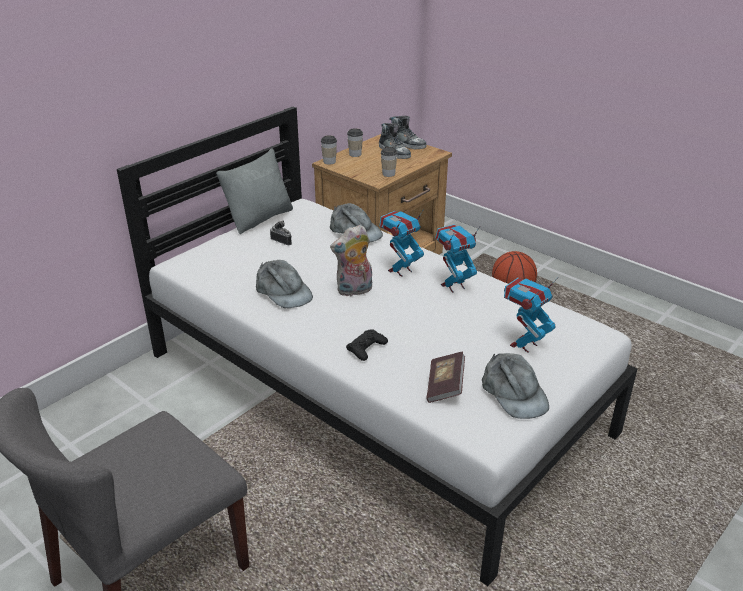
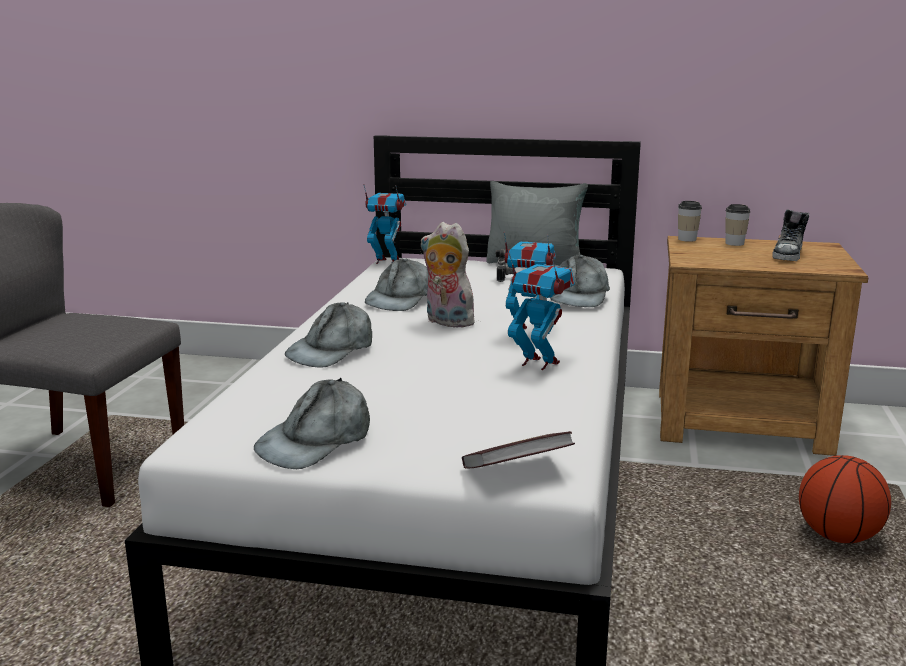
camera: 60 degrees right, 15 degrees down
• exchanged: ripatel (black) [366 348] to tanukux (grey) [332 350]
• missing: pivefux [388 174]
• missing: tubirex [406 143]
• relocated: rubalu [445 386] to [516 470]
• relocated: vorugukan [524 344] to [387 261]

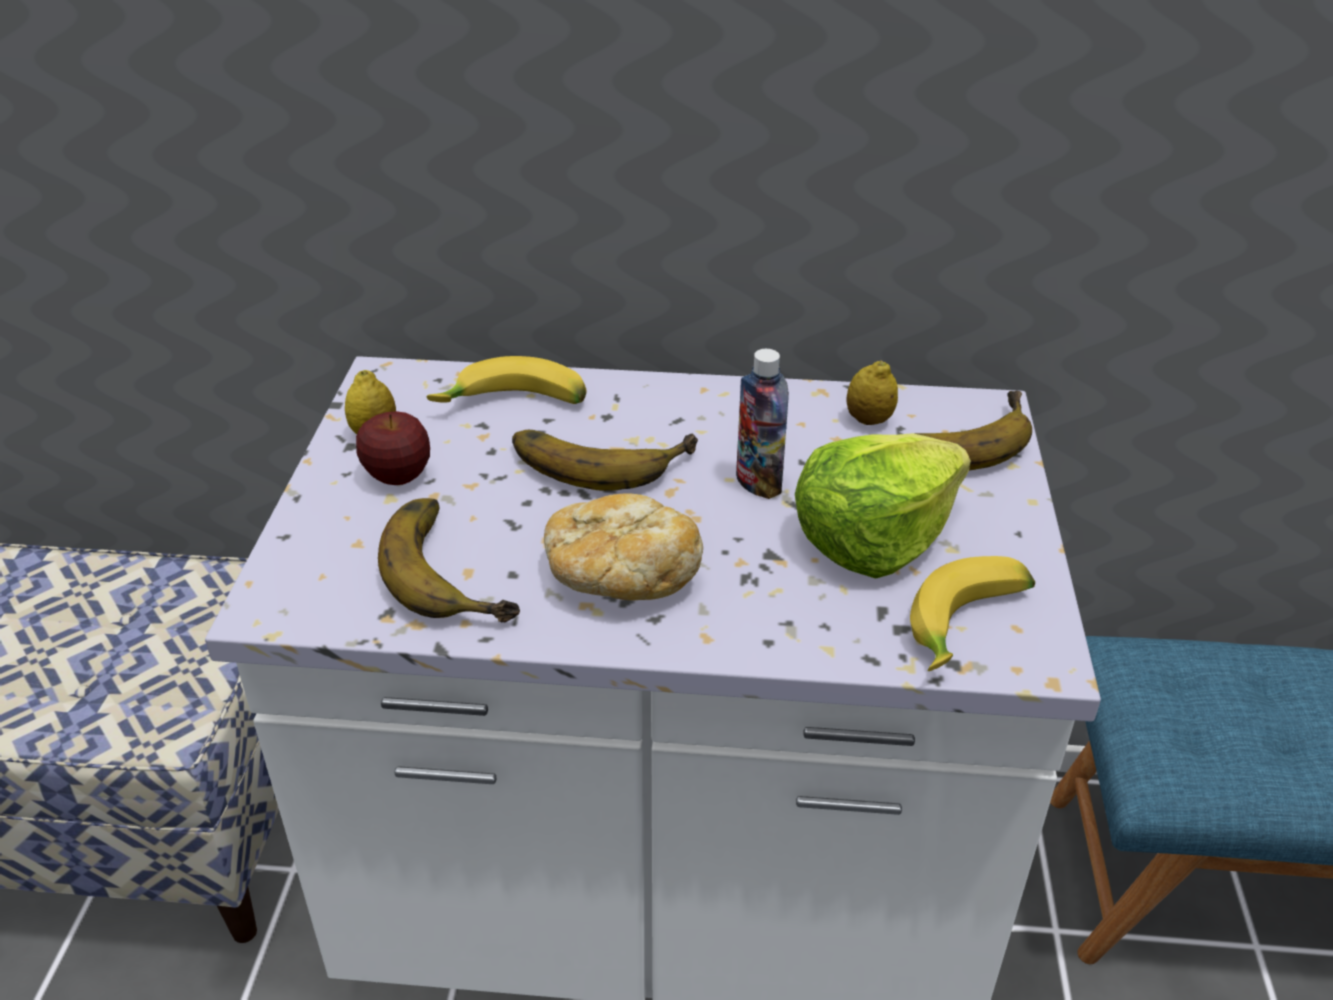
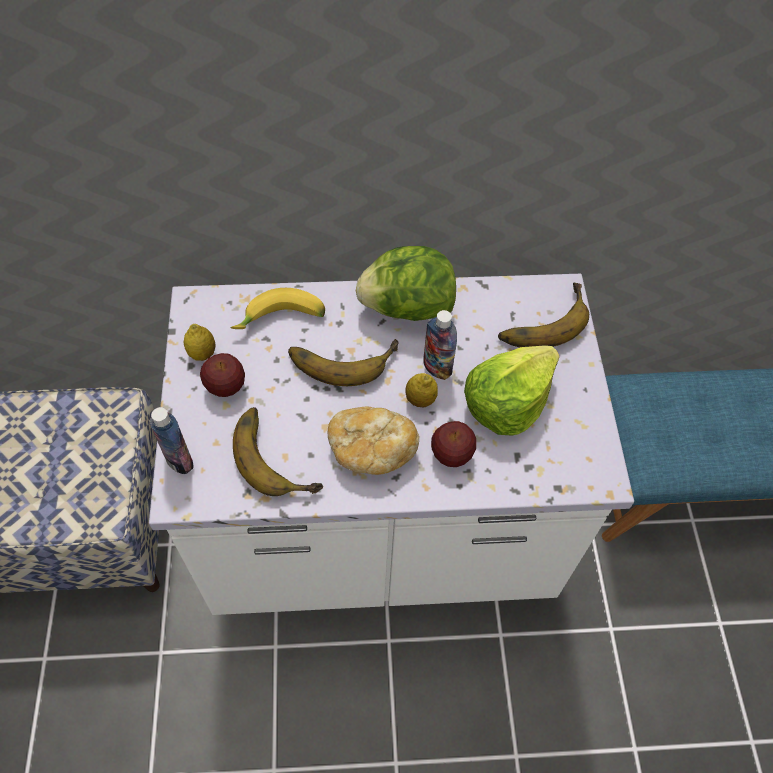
camera: 10 degrees left, 20 degrees up
• relocated: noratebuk [869 420] to [420 400]
• missing: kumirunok [969 628]
• appeared: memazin [179 460]
• appeared: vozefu [407 308]
• appeared: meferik [452 454]

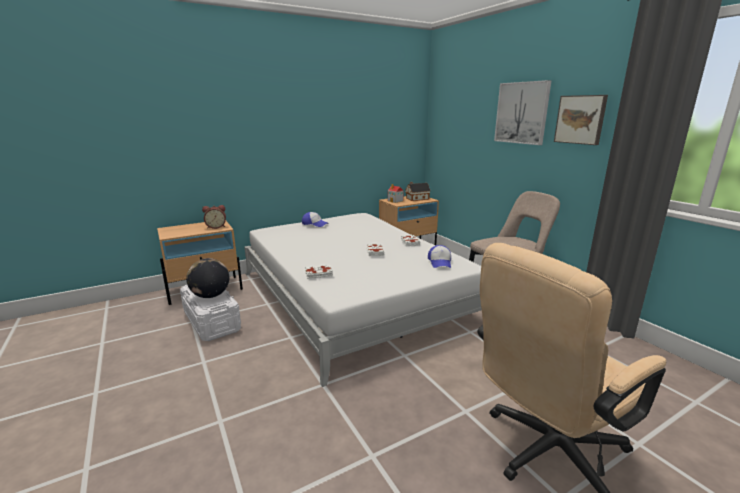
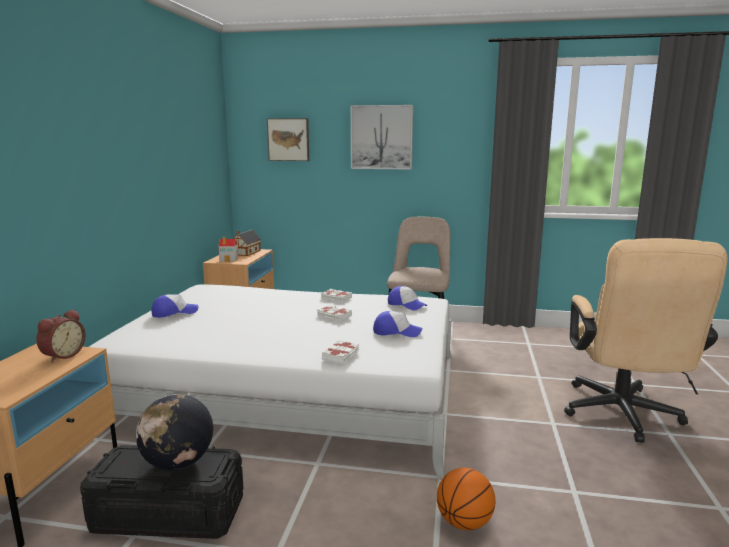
camera: 50 degrees left, 5 degrees down
• colour: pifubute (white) [211 321] to pifubute (black) [169 514]
• relocated: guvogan [580 119] to [289 139]
• appeared: tanukux [396 332]
• appeared: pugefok [464 522]

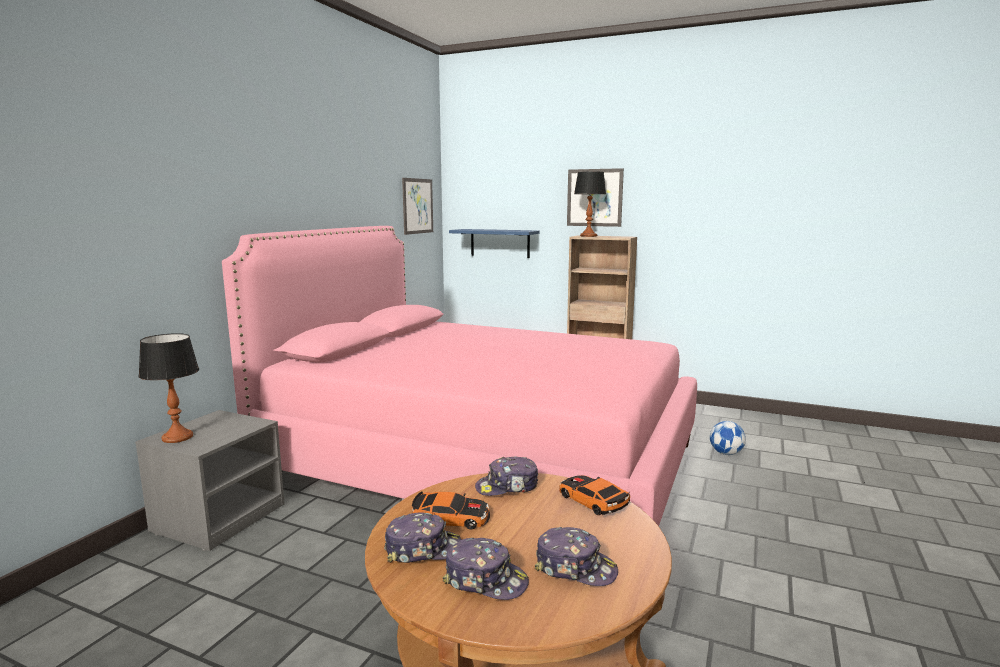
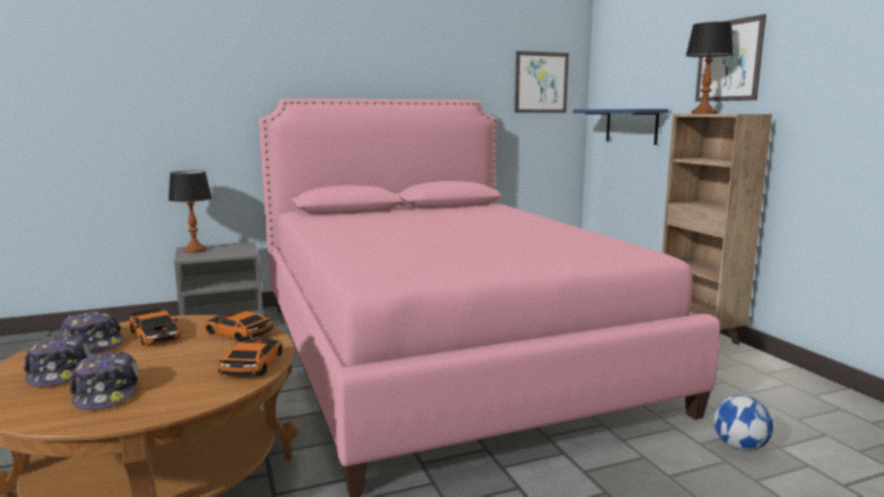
camera: 45 degrees right, 0 degrees up
• exchanged: tanukux [507 487] to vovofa [238 333]

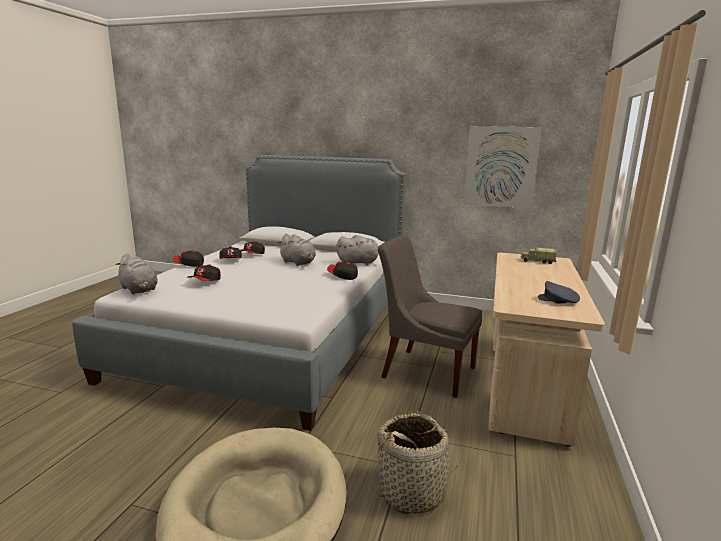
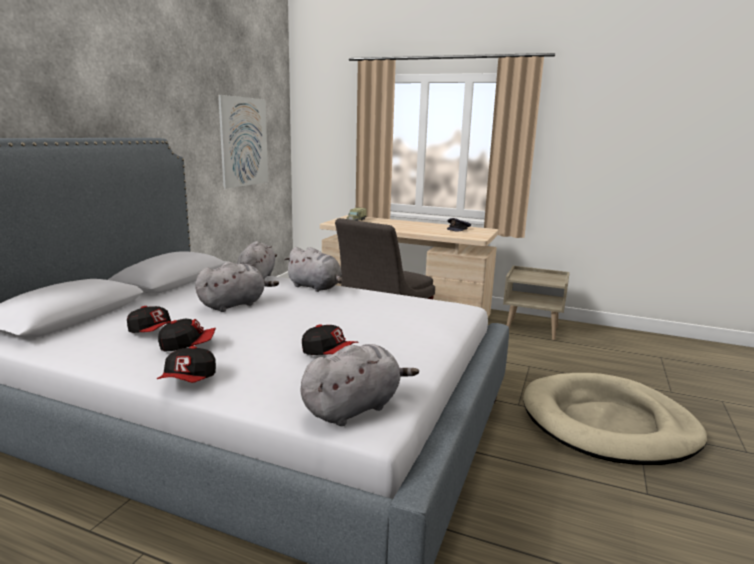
camera: 85 degrees left, 0 degrees up
• exchanged: tanukux [342 276] to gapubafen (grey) [316 287]
• missing: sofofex [412 491]
• appeared: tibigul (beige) [532 329]

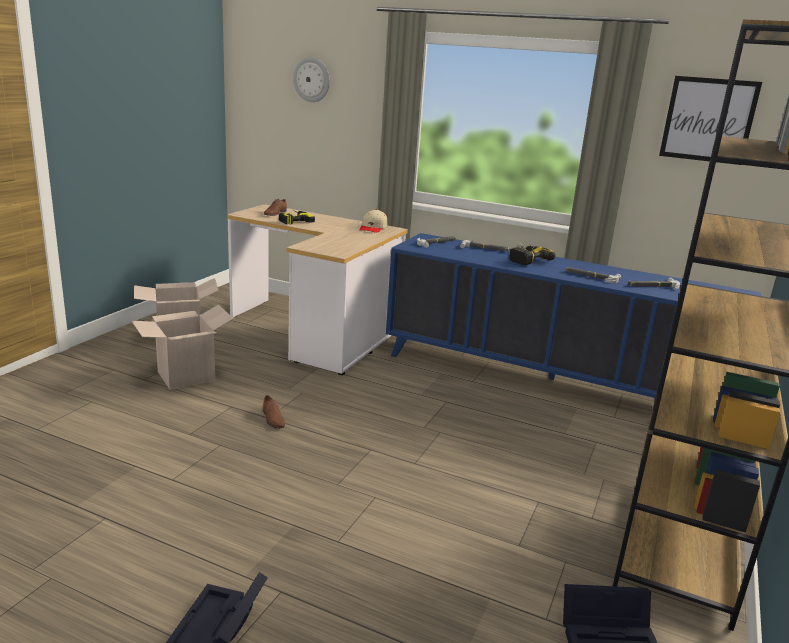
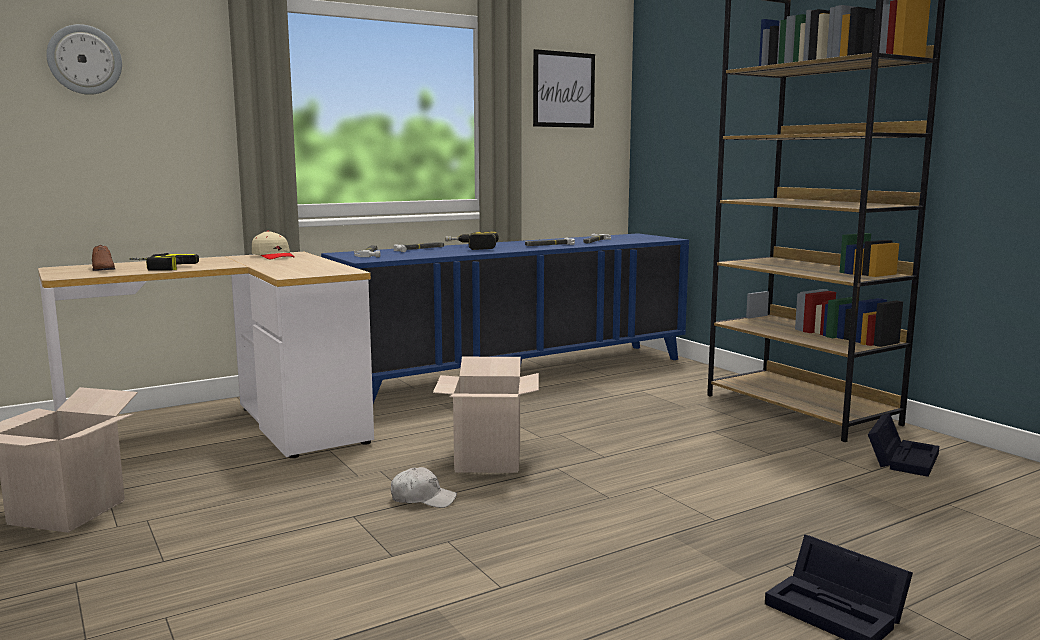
camera: 55 degrees left, 10 degrees down
• relocated: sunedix [186 376] to [488 460]
• exchanged: tubirex (brown) [272 418] to tanukux (white) [423 499]

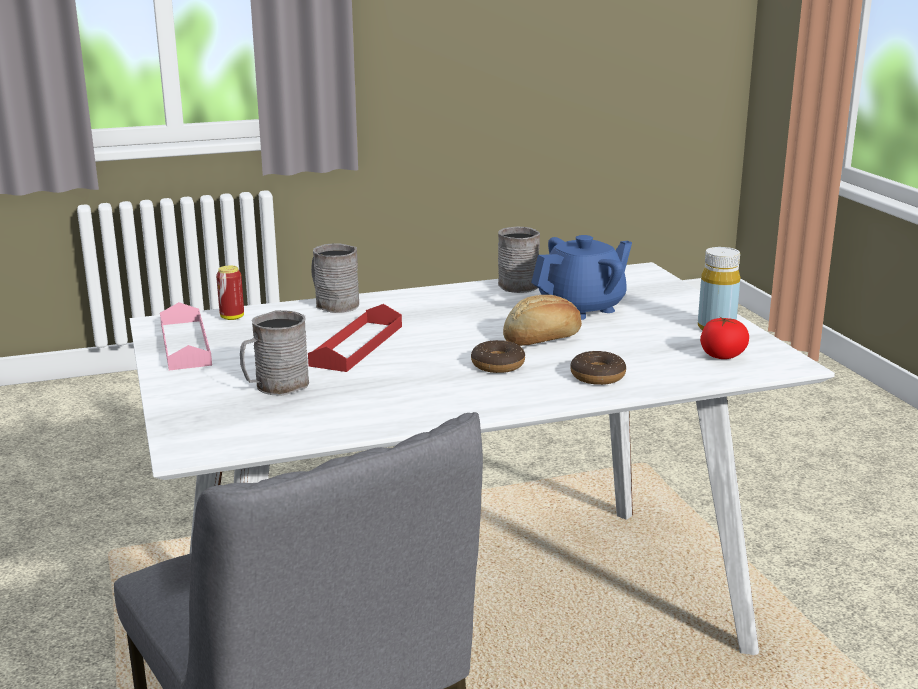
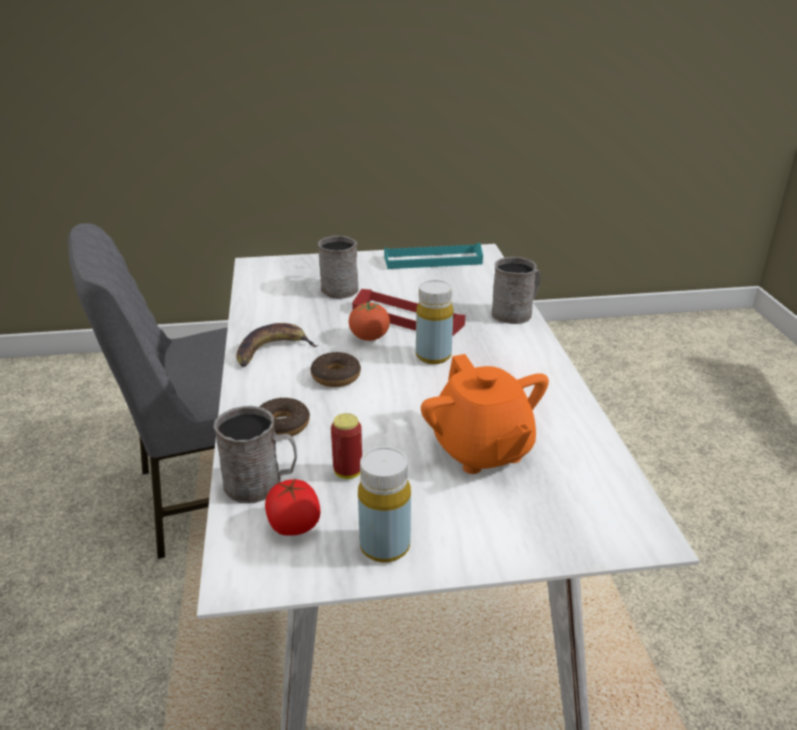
camera: 100 degrees right, 10 degrees up
• colour: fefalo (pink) [185 344] to fefalo (turquoise) [432 260]
• relocated: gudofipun [232 317] to [348 472]
• relocated: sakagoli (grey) [516 284] to [261 484]
• missing: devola [543 339]
• colour: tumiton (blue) [582 308] to tumiton (orange) [482 450]
• appeared: kumirunok [272 350]
• appeared: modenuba [369 338]
• appeared: memazin (yellow) [433 356]

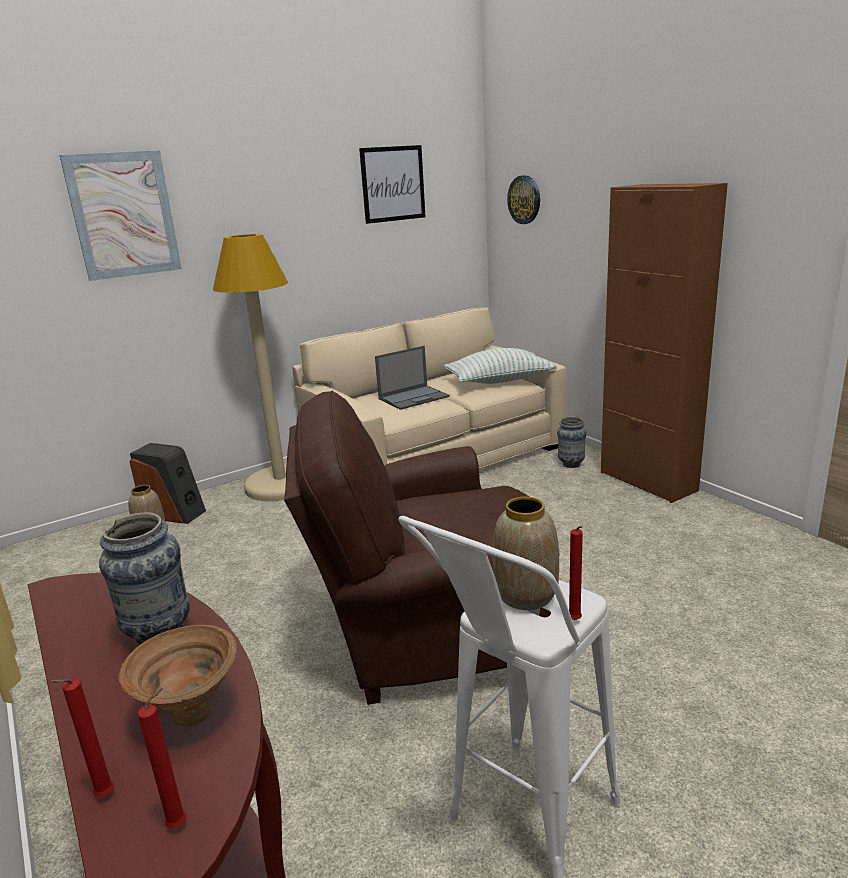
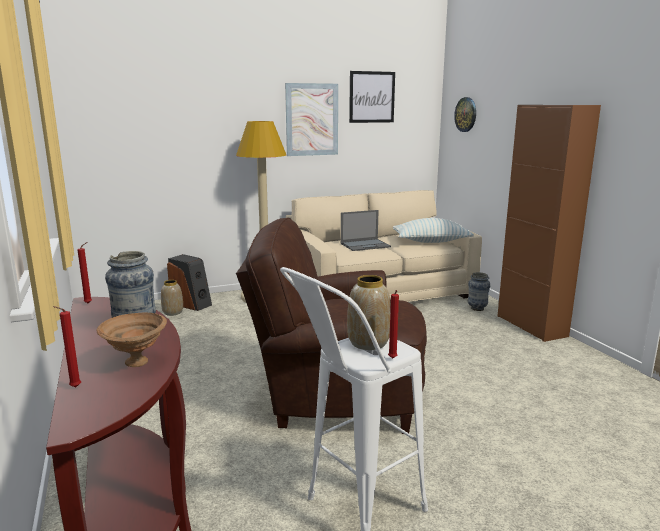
camera: 10 degrees right, 5 degrees down
• relocated: guvogan [123 215] to [312 119]
• relocated: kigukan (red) [181 824] to [89 303]

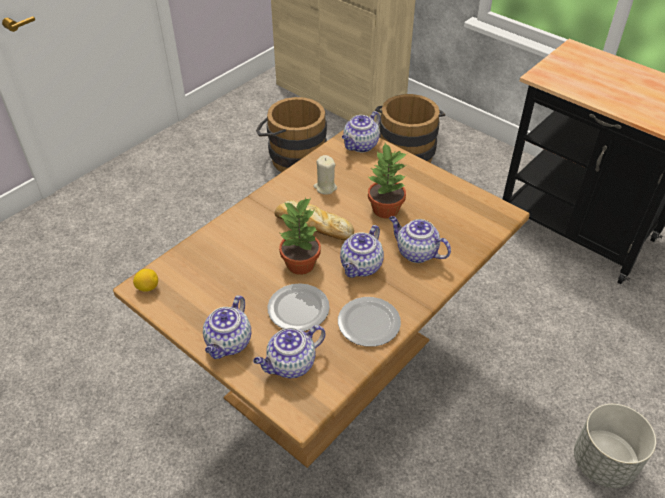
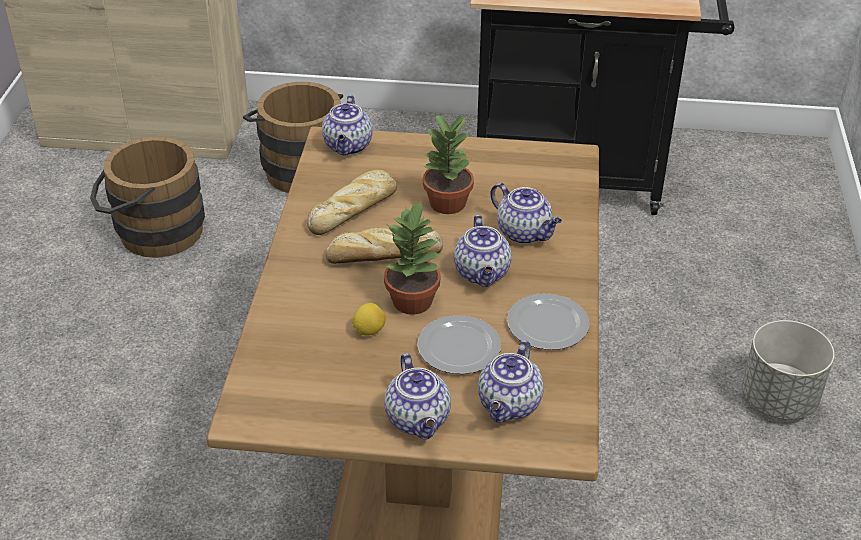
camera: 35 degrees left, 5 degrees down
• relocated: noratebuk [147 287] to [369 330]
• exchanged: kigukan (beige) [325 187] to devola [354 208]
• spun: tumiton [416 252] = [525 233] 135 degrees counterclockwise

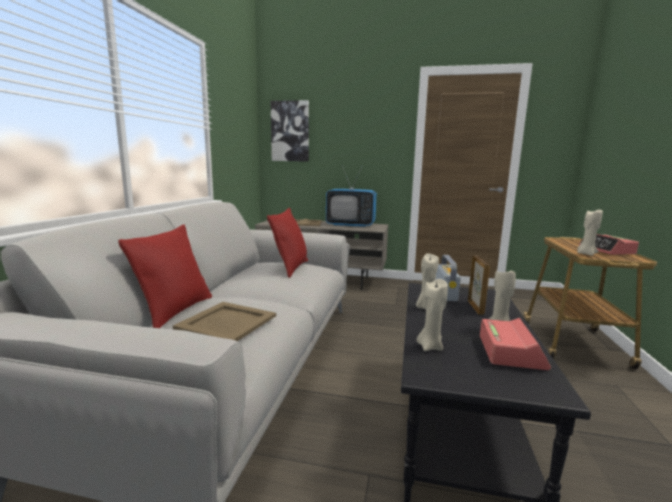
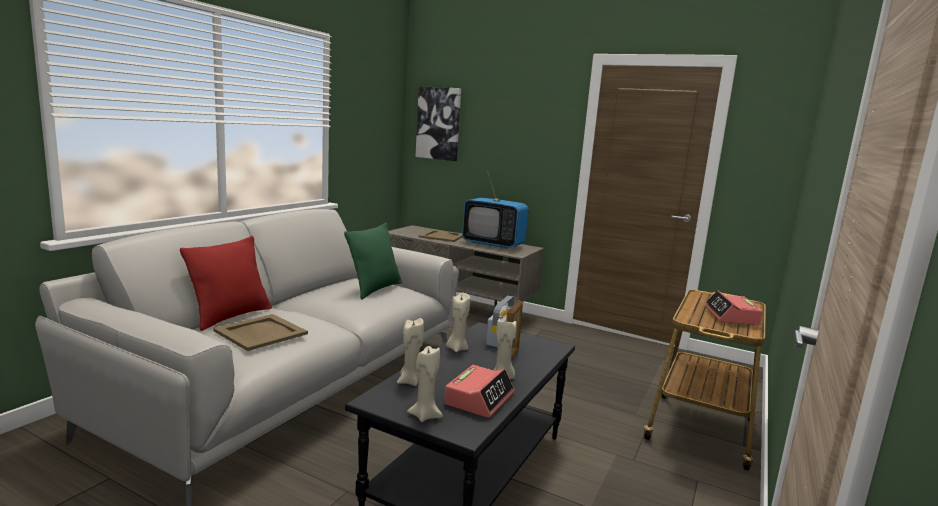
camera: 15 degrees right, 0 degrees up
• colour: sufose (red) [290 268] to sufose (green) [375 289]
• relocated: kigukan (beige) [586 254] to [425 416]

